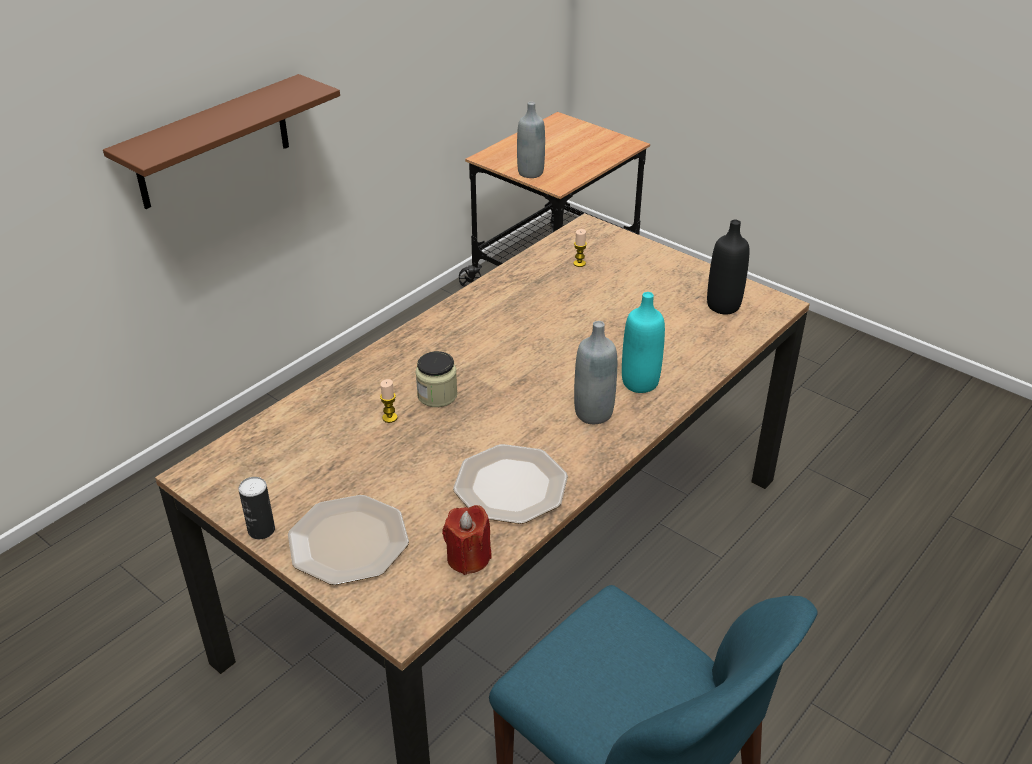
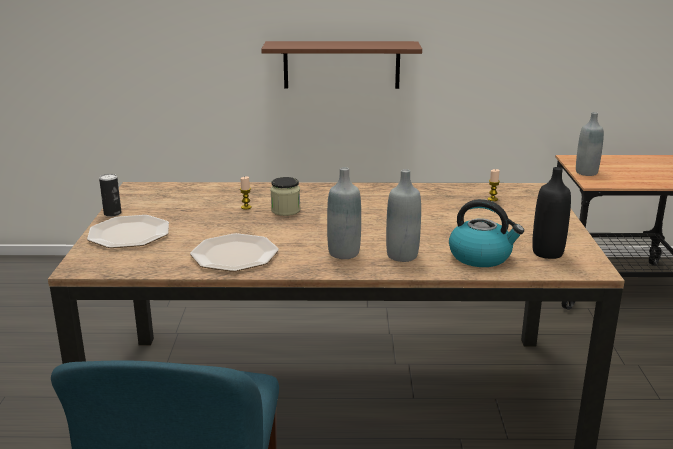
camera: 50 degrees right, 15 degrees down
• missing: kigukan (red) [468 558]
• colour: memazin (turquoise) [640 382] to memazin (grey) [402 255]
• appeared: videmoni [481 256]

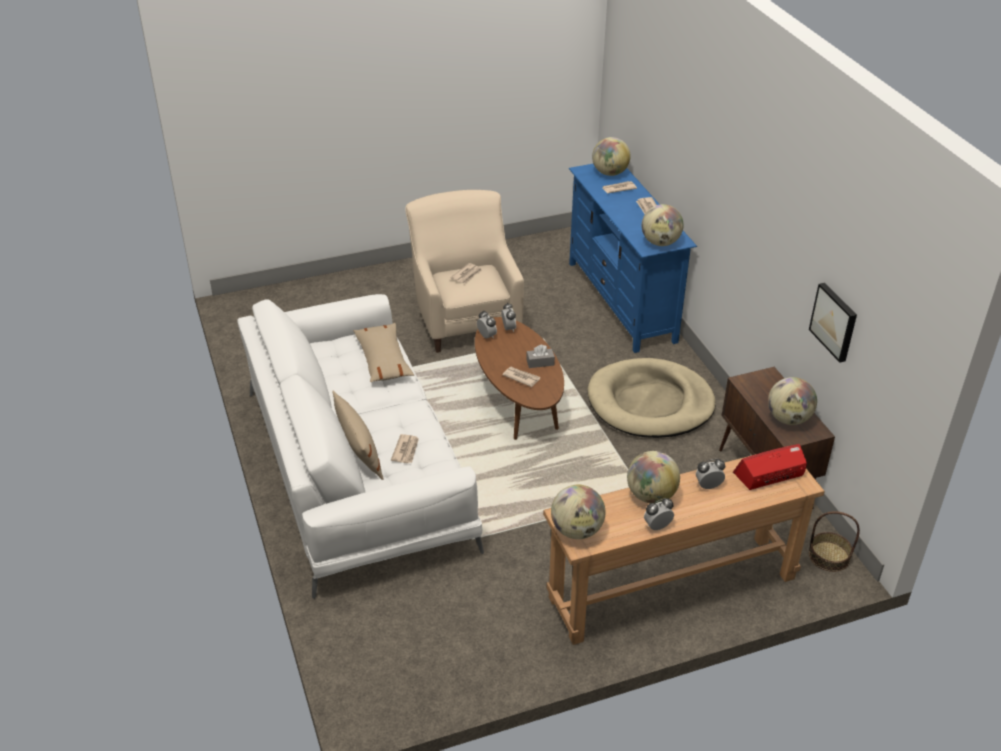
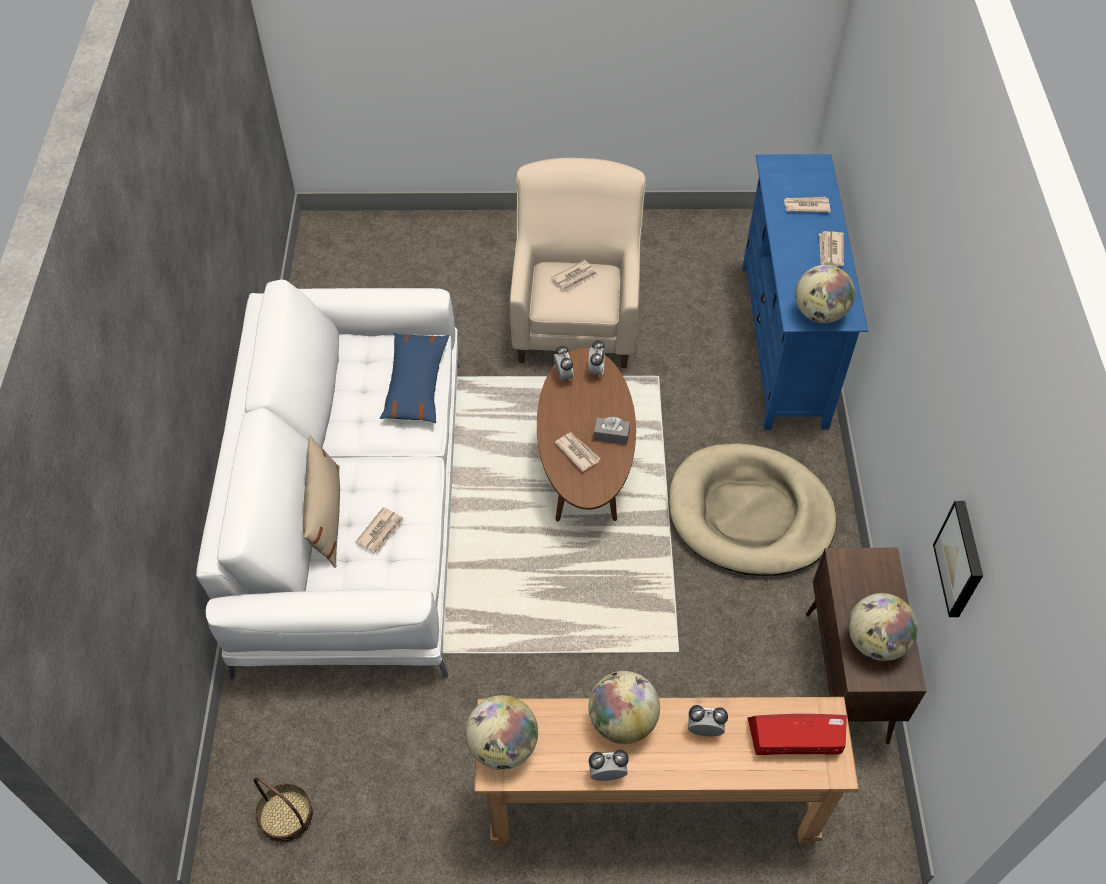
camera: 20 degrees right, 15 degrees up
• colour: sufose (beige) [383 360] to sufose (blue) [415 384]
• missing: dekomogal [609 173]
• relocated: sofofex [829 556] to [286 816]

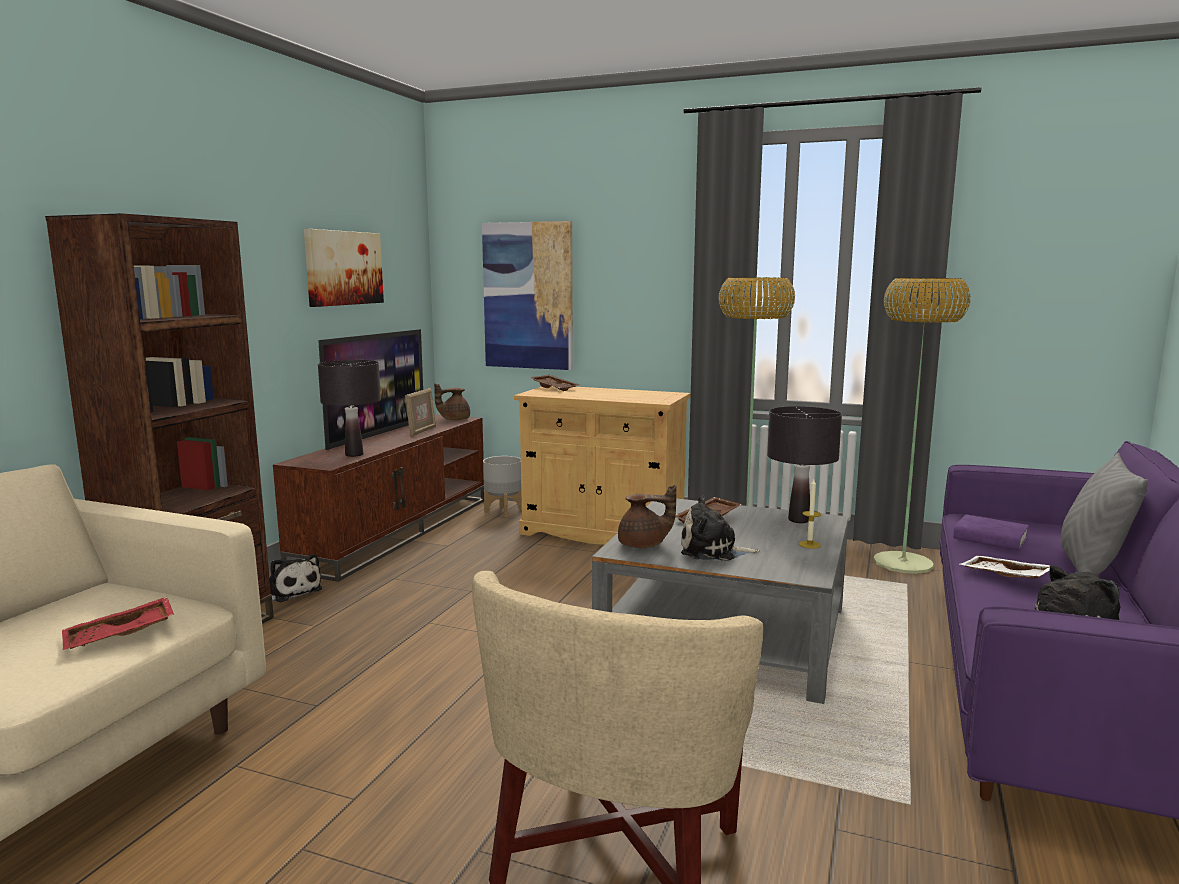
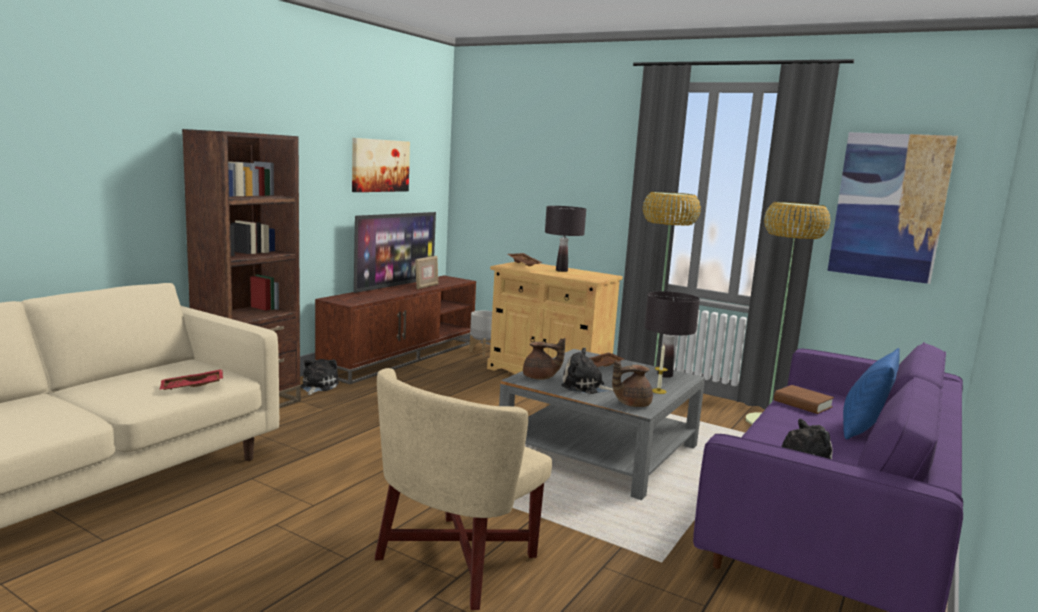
camera: 10 degrees right, 0 degrees up
• spun: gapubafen [292 591] = [317 386] 135 degrees counterclockwise
• relocated: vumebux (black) [354 454] to [561 270]
• relocated: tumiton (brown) [454 419] to [631 404]
• relocated: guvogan [528 296] to [889 206]
• colour: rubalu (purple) [990 539] to rubalu (brown) [802 404]
• missing: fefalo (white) [1004 577]
• colour: sufose (grey) [1090 566] to sufose (blue) [863 430]

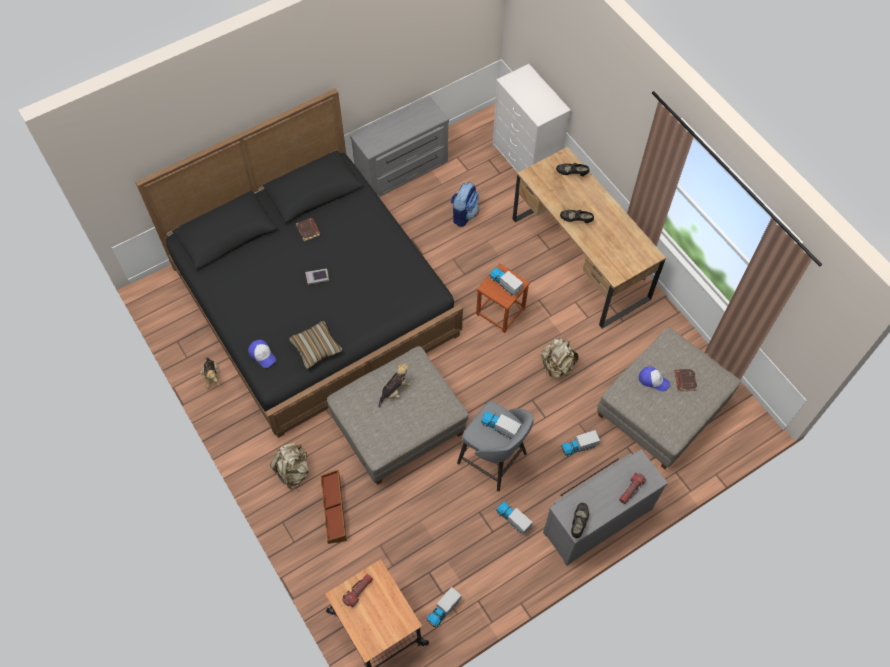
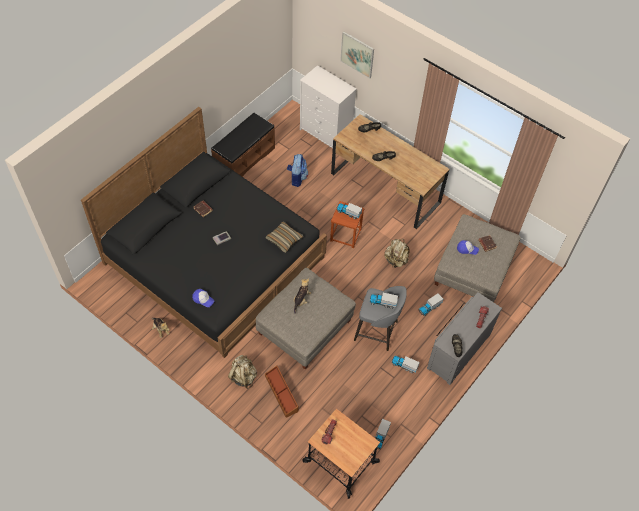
camera: 20 degrees left, 5 degrees down
• relocated: sufose [316 347] to [284 239]
• exchanged: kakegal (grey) [403 170] to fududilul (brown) [244 159]
• appeared: guvogan [357 54]

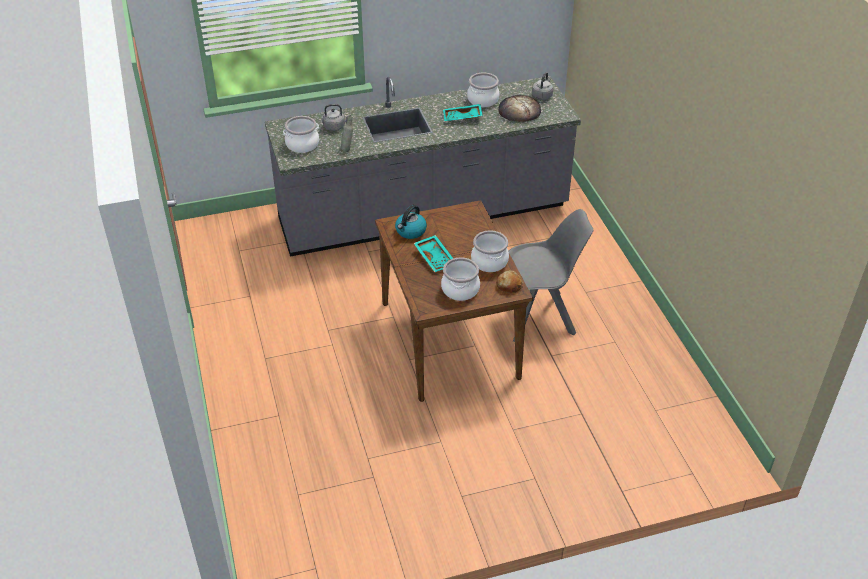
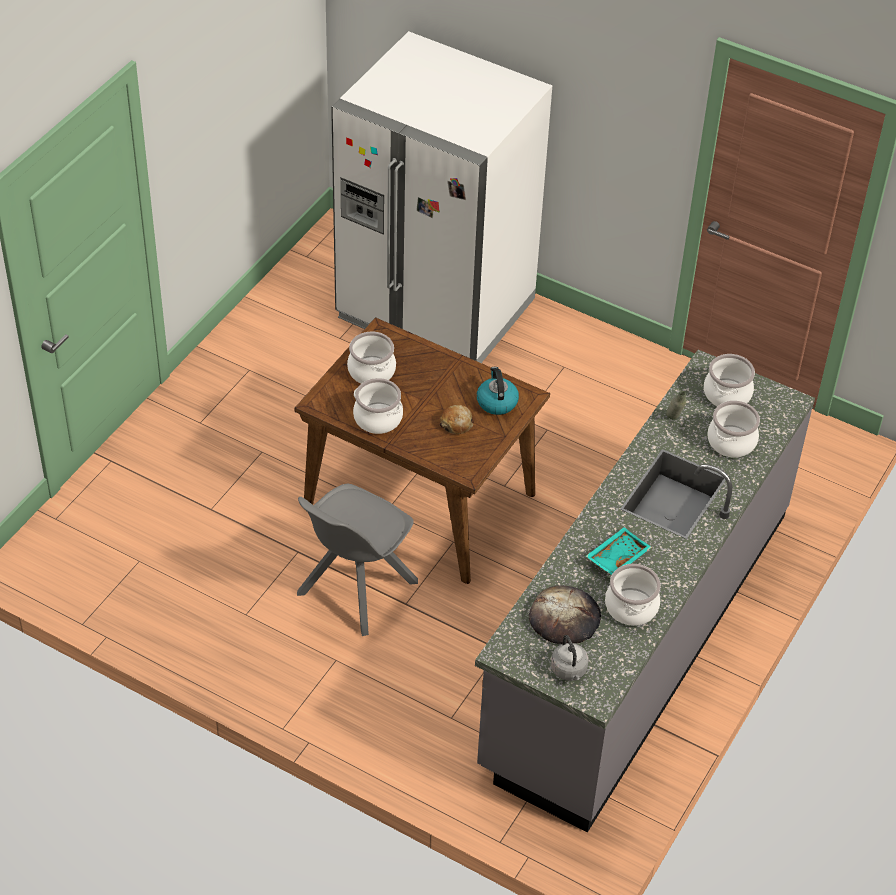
camera: 135 degrees right, 5 degrees up
• exchanged: videmoni (grey) [335 127] to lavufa [732 442]
• missing: fefalo (turquoise) [436 258]
• relocated: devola [509 285] to [456 423]
• appeared: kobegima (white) [435 310]

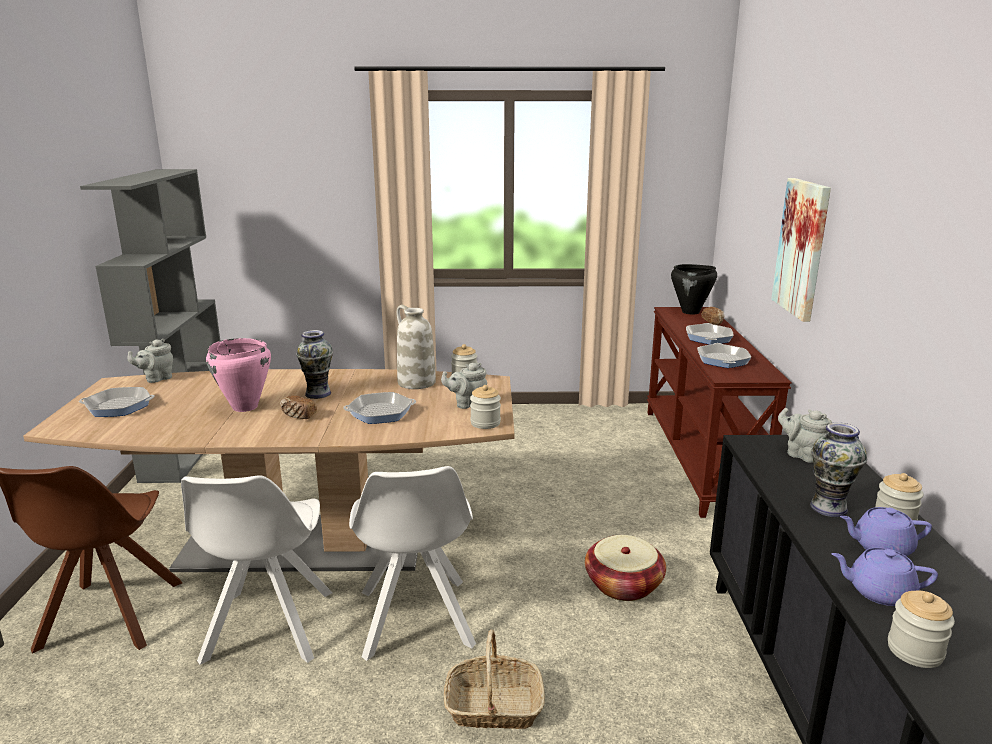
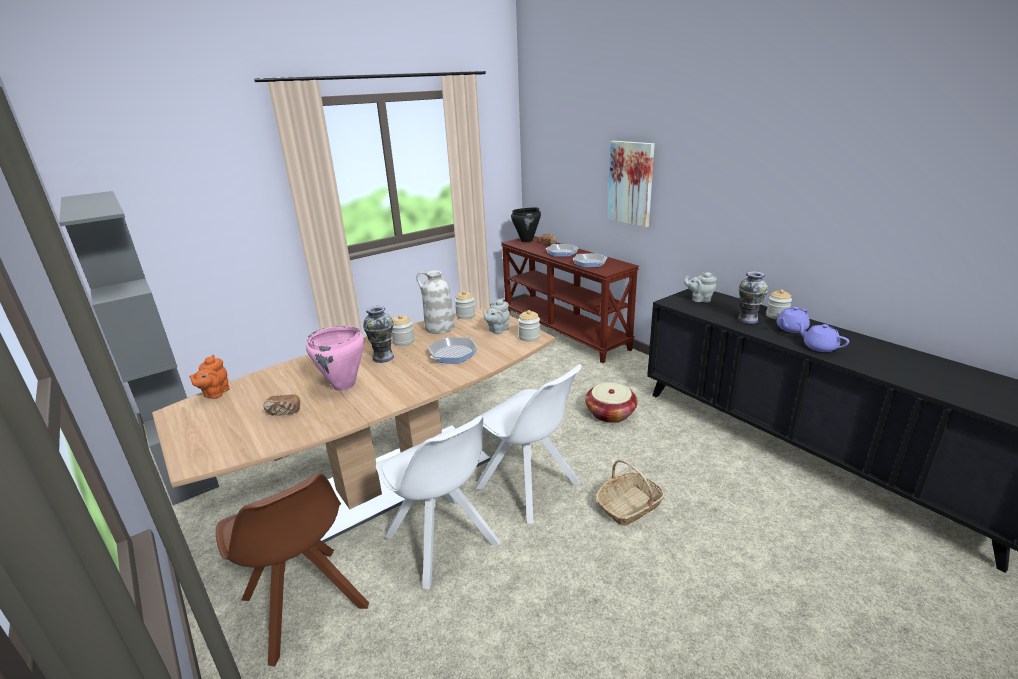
camera: 35 degrees left, 5 degrees up
• missing: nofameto [118 407]
• colour: tumiton (grey) [156 379] to tumiton (orange) [215 394]
• relocated: devola [298 416] to [284 412]
• spun: tumiton (purple) [878 592] = [819 347] 75 degrees clockwise
• relocated: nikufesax [915 651] to [403 341]

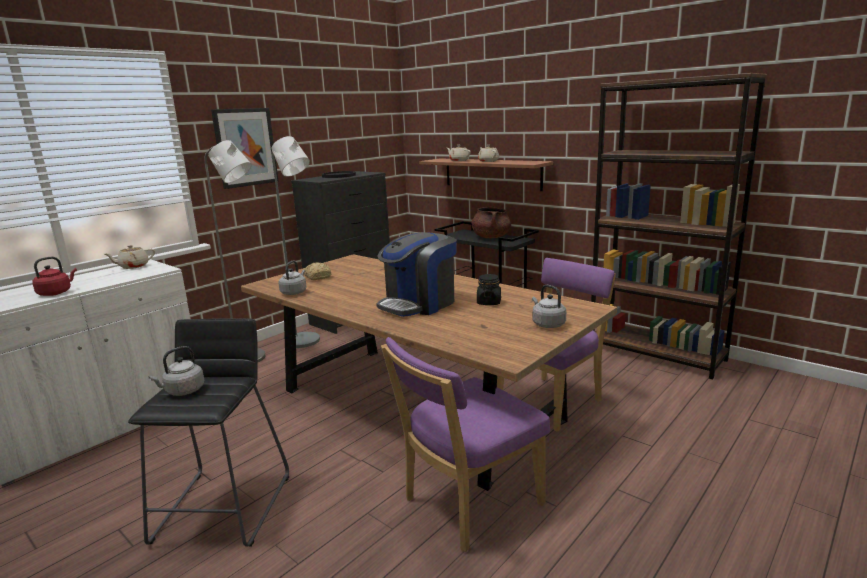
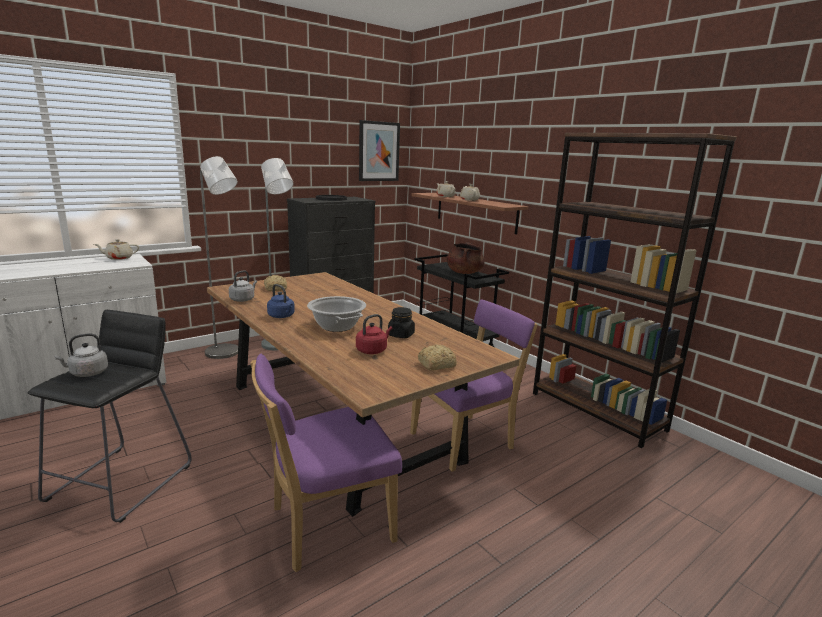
camera: 10 degrees right, 0 degrees up
• relocated: videmoni (red) [56 293] to [372 350]
• relocated: guvogan [245 147] to [378 151]
• exchanged: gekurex [419 304] to lavufa [337 326]
• exchanged: videmoni (grey) [547 324] to devola [435 365]
• appeared: videmoni (blue) [282 316]

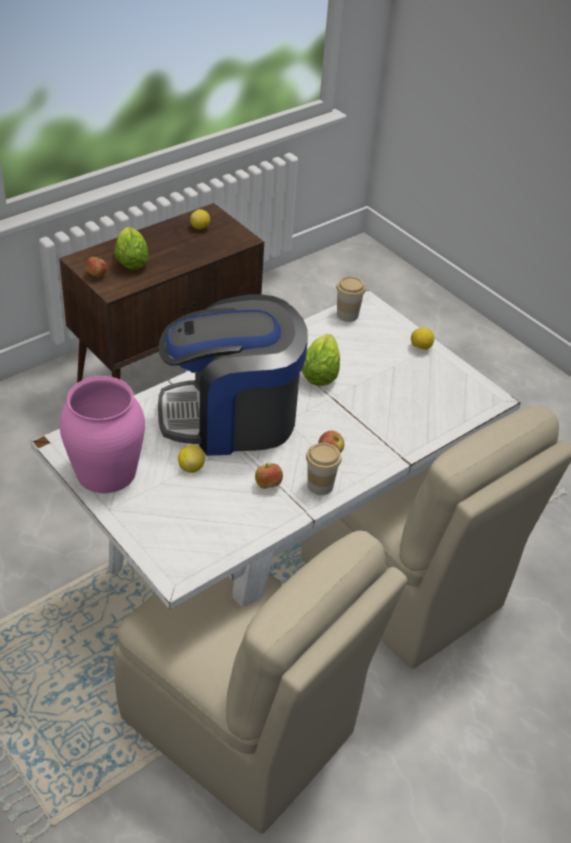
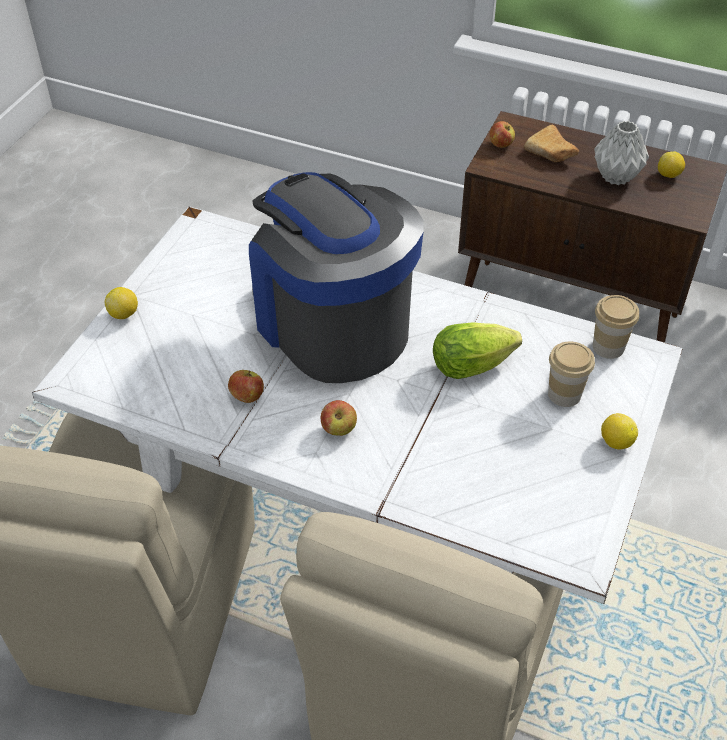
camera: 65 degrees right, 5 degrees up
• missing: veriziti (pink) [106 471]
• exchanged: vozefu [131 259] to devola [552 154]
• relocated: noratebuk [191 467] to [124 314]
• relocated: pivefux [320 485] to [564 394]
• appeared: veriziti (grey) [615 177]

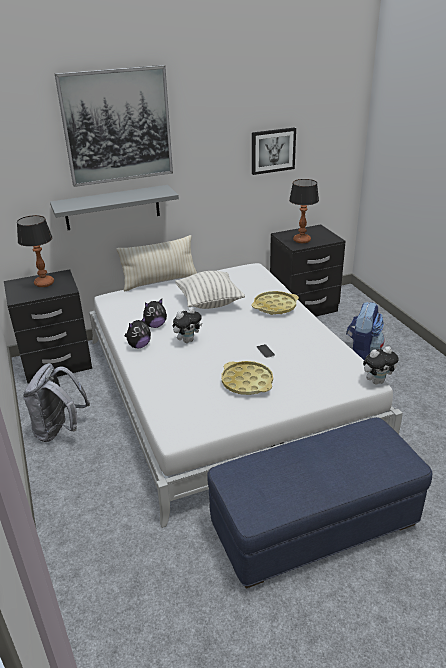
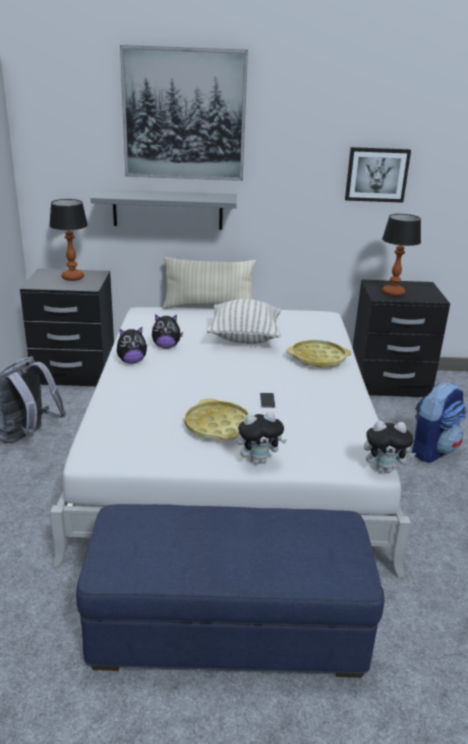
camera: 20 degrees right, 5 degrees down
• relocated: gapubafen [188 340] to [259 460]

